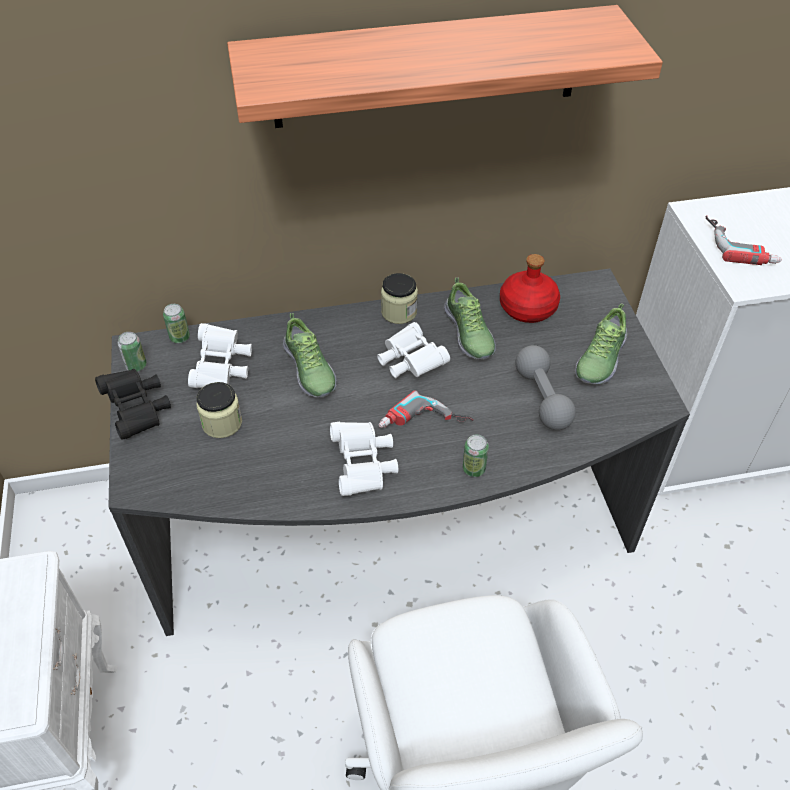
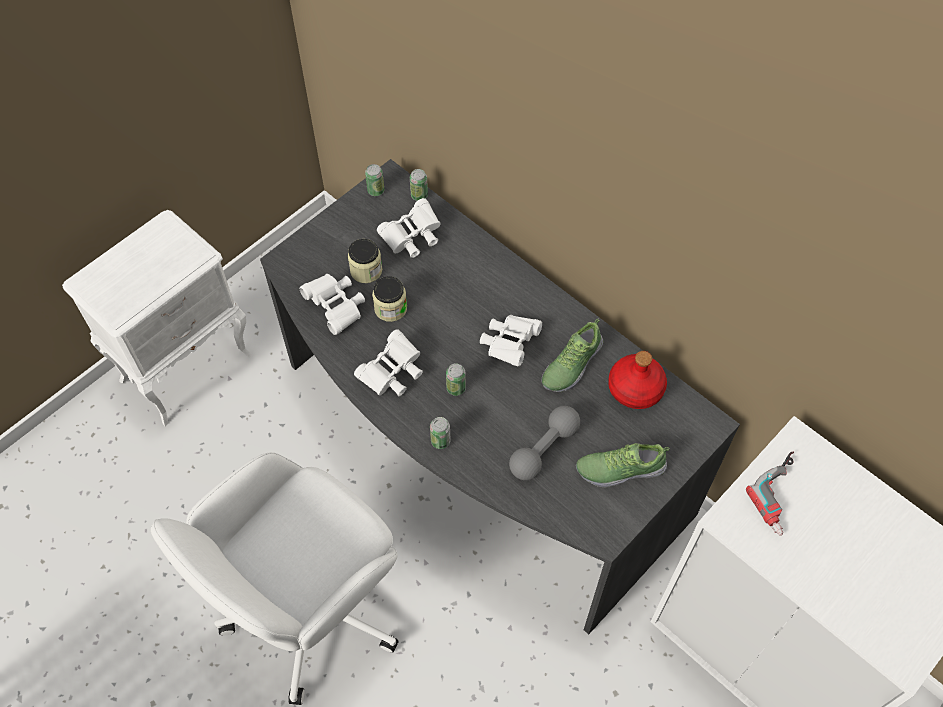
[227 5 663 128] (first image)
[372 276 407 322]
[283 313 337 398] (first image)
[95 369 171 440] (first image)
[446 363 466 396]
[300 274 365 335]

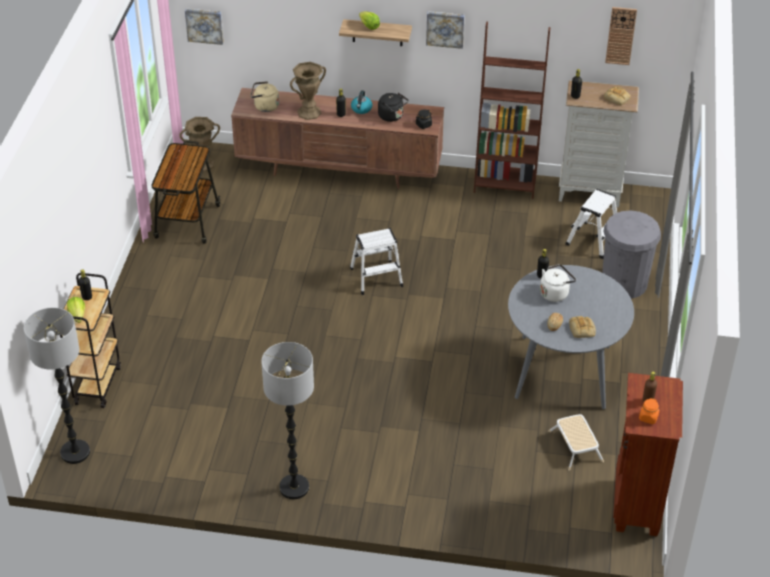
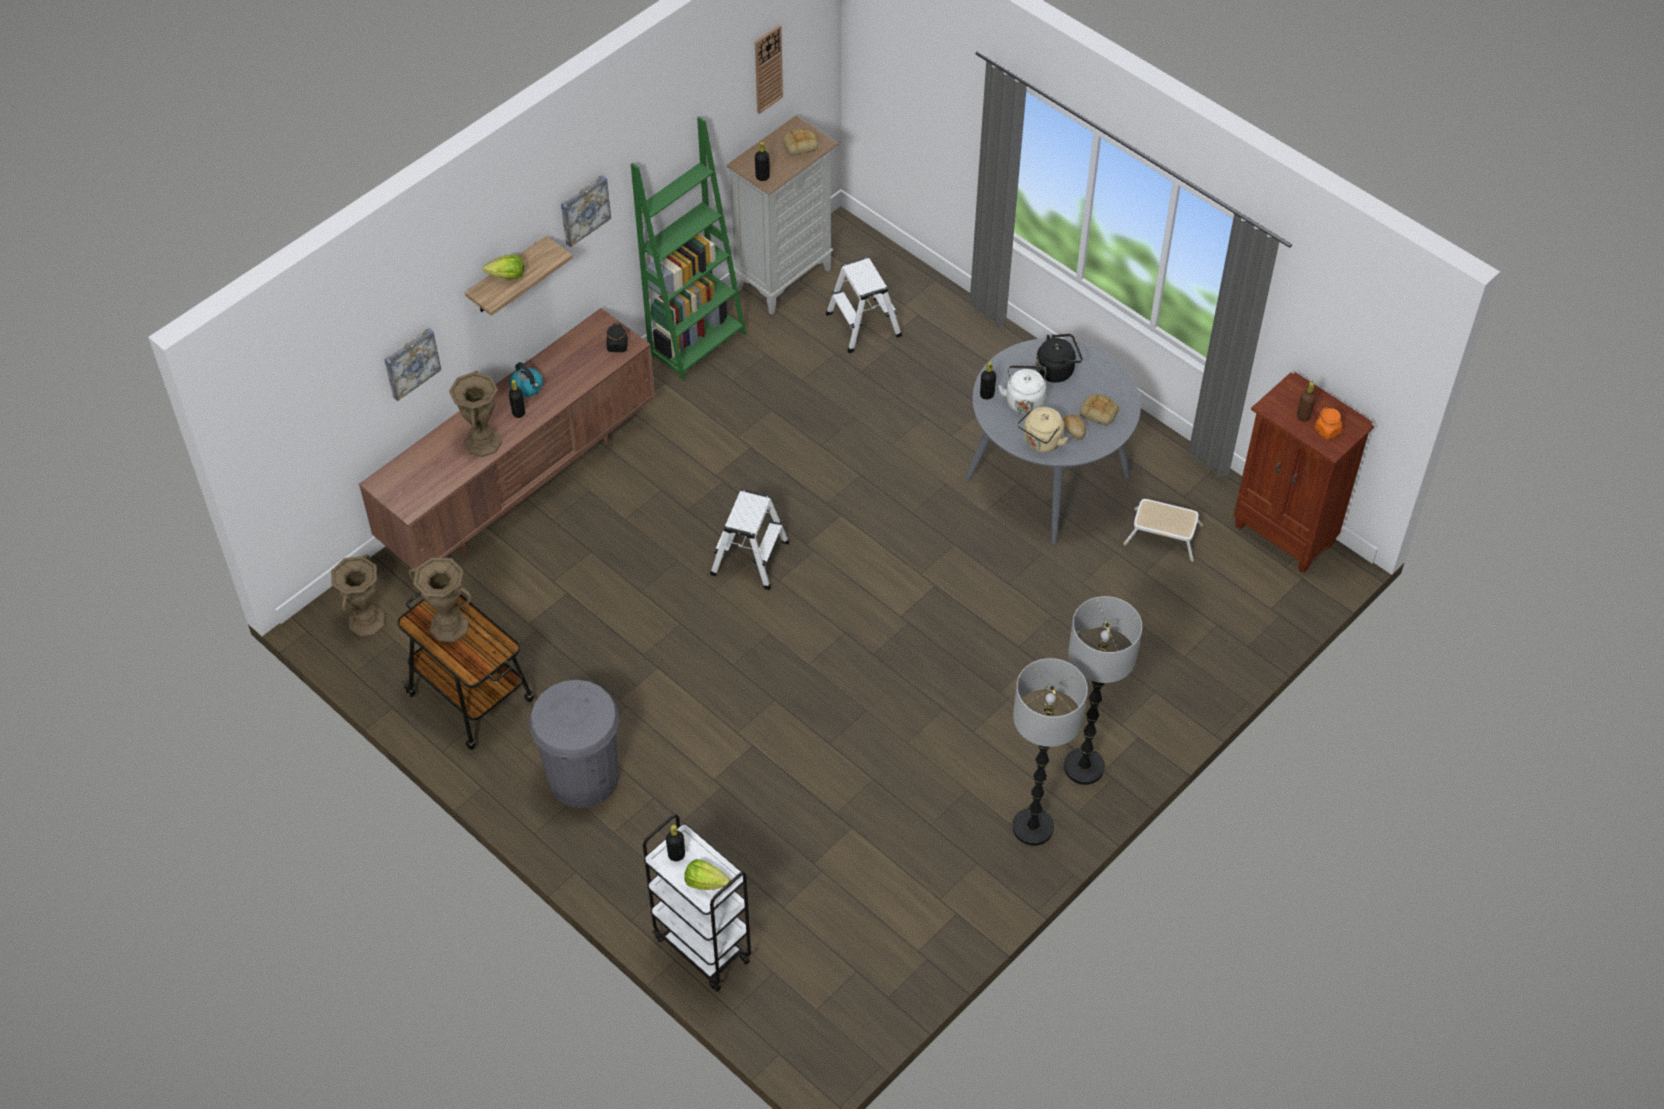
[384 328 441 401]
[631 117 746 381]
[1017 407 1068 453]
[1036 334 1082 383]
[529 680 619 808]
[643 814 751 992]
[1064 596 1142 785]
[409 557 472 642]

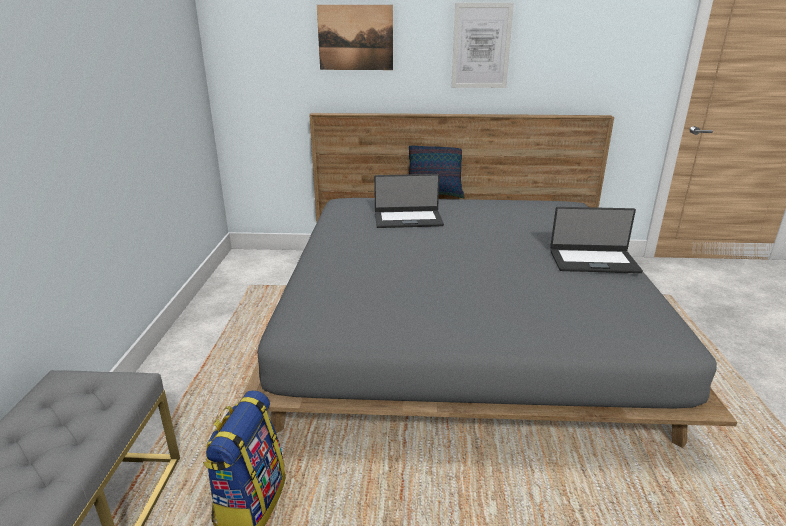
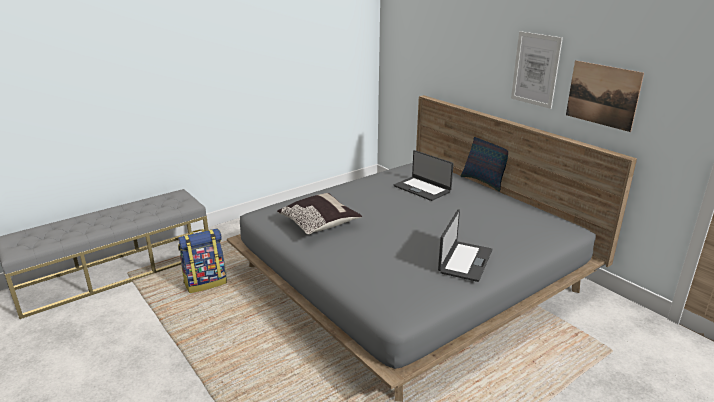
[566 60 644 132]
[438 210 493 282]
[277 193 362 235]

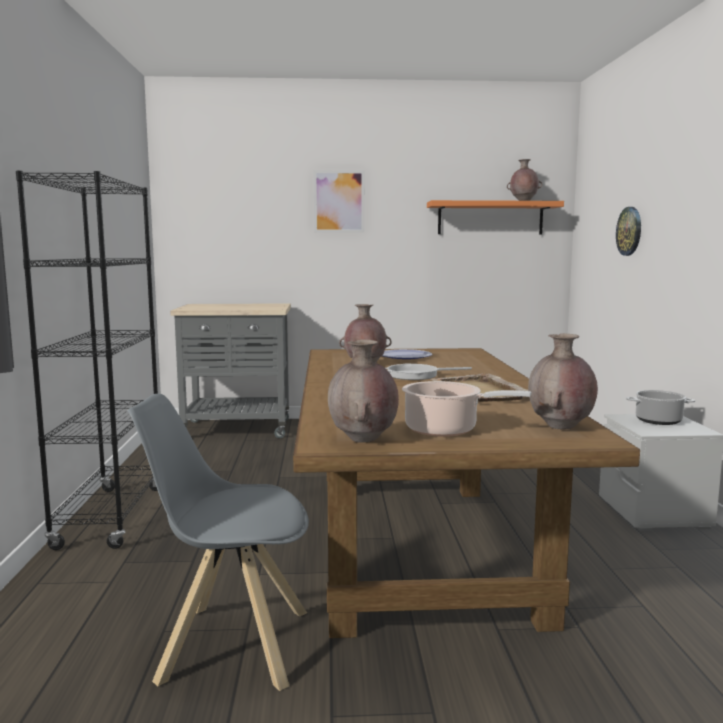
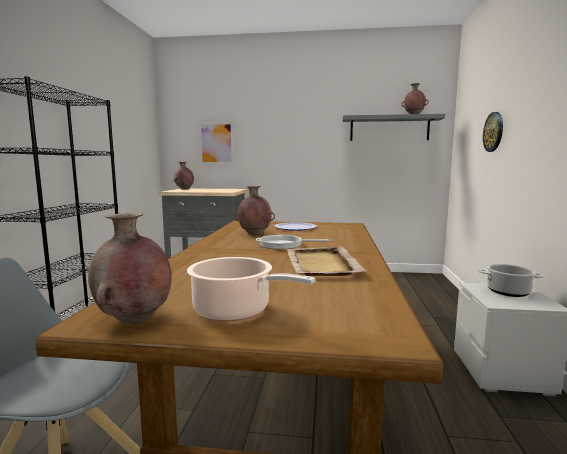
[199 122 234 164]
[342 114 445 141]
[174 162 194 190]

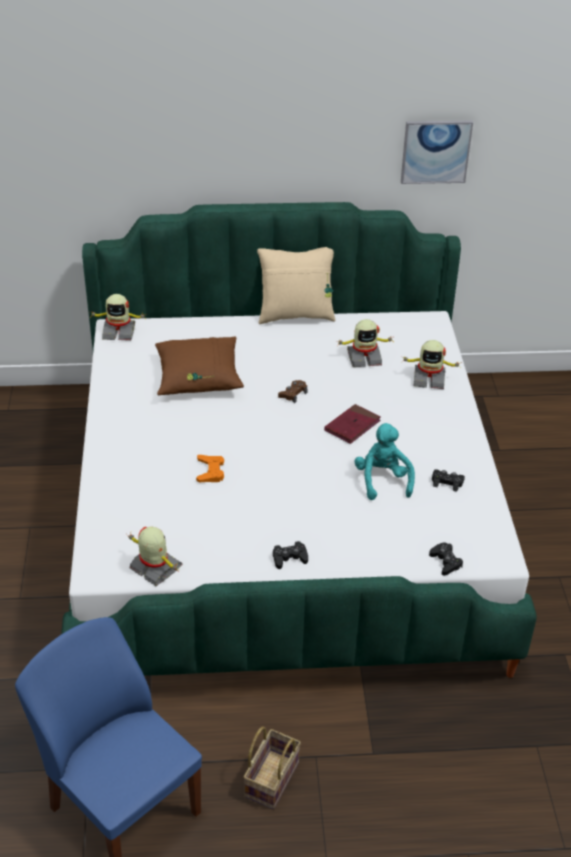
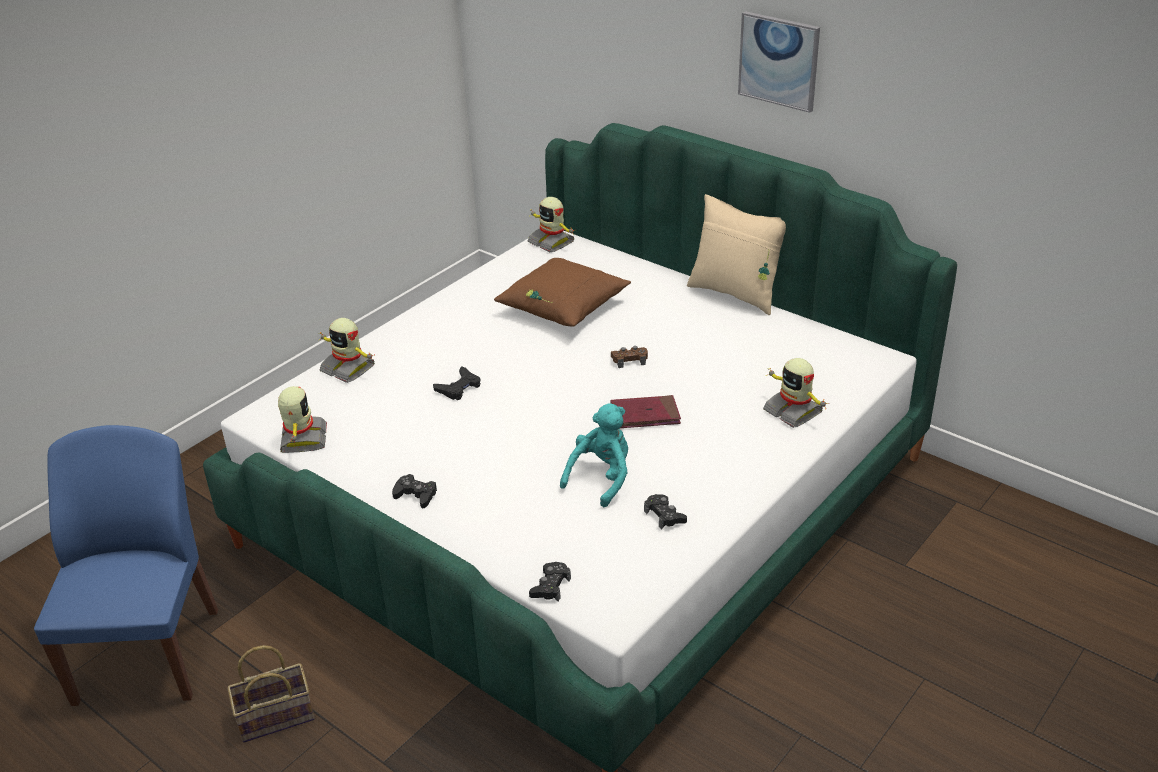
[738 11 820 113]
[318 318 375 383]
[433 366 481 400]

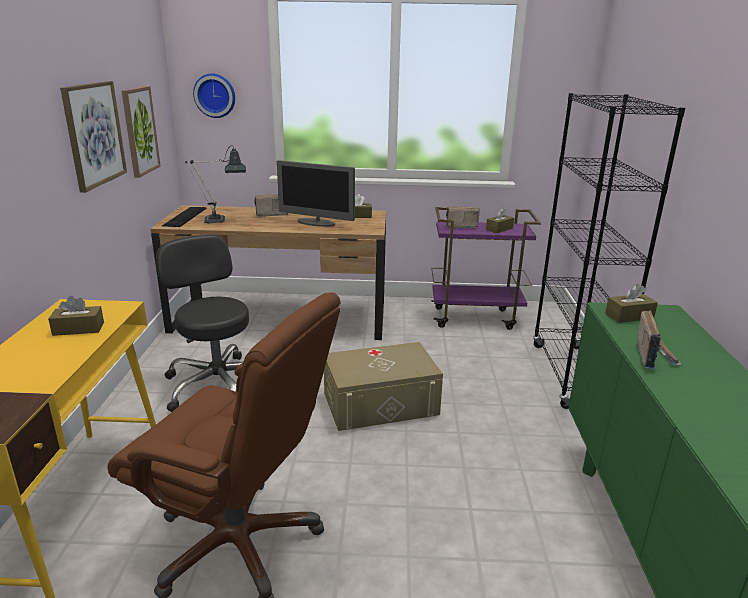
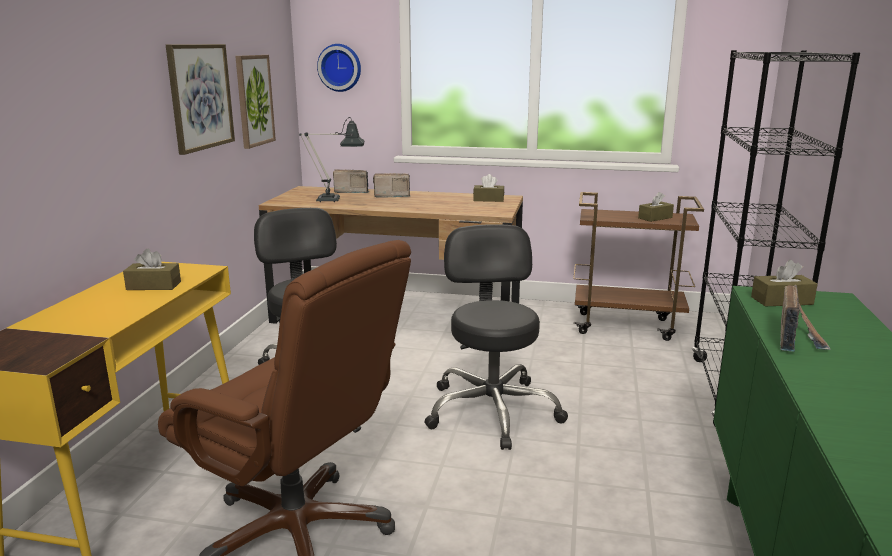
[277 160 355 227] (first image)
[162 207 206 227] (first image)
[573 192 704 341]
[333 169 369 193]
[425 224 568 450]

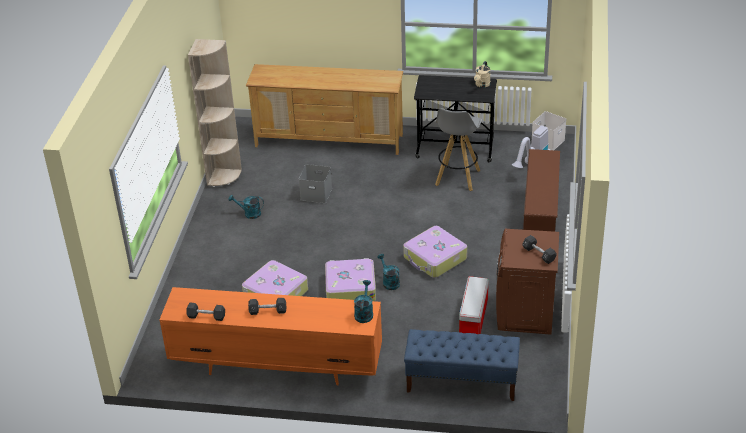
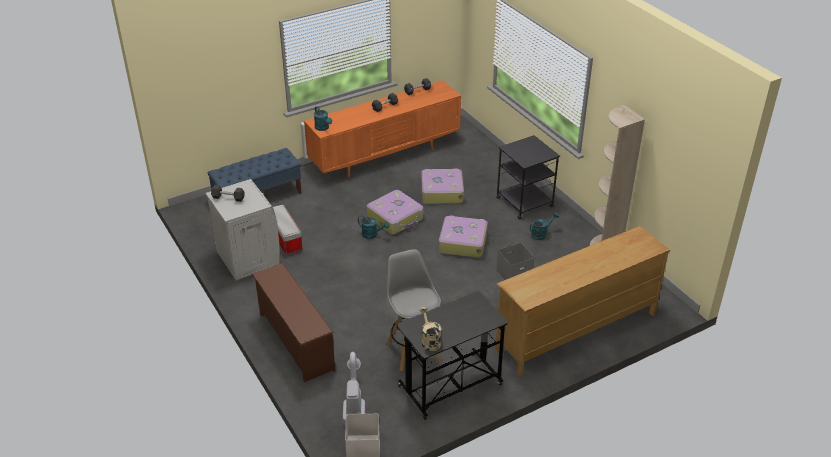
[439 215 488 258]
[206 179 280 280]
[496 135 560 219]

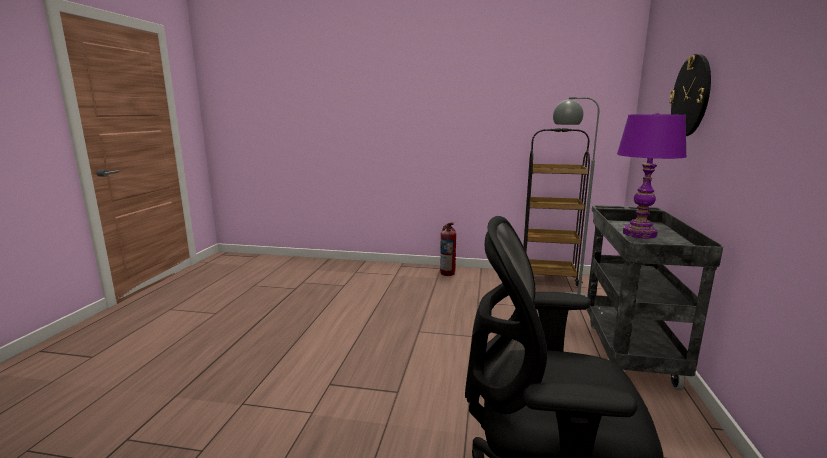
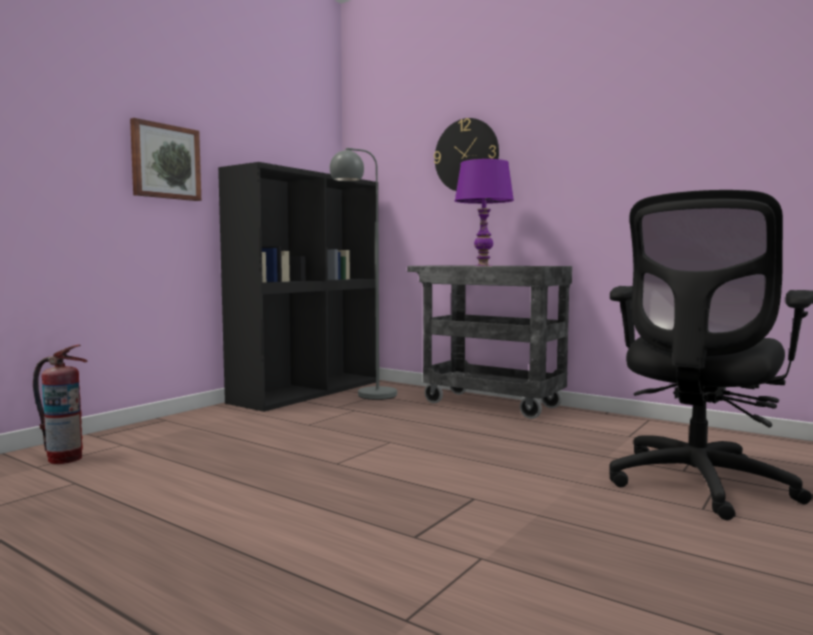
[218 162 376 412]
[33 345 88 464]
[130 118 201 201]

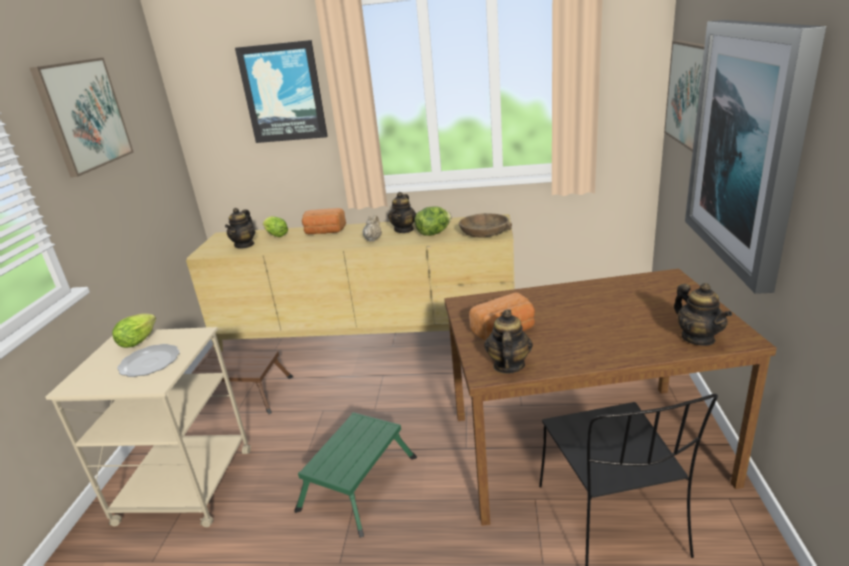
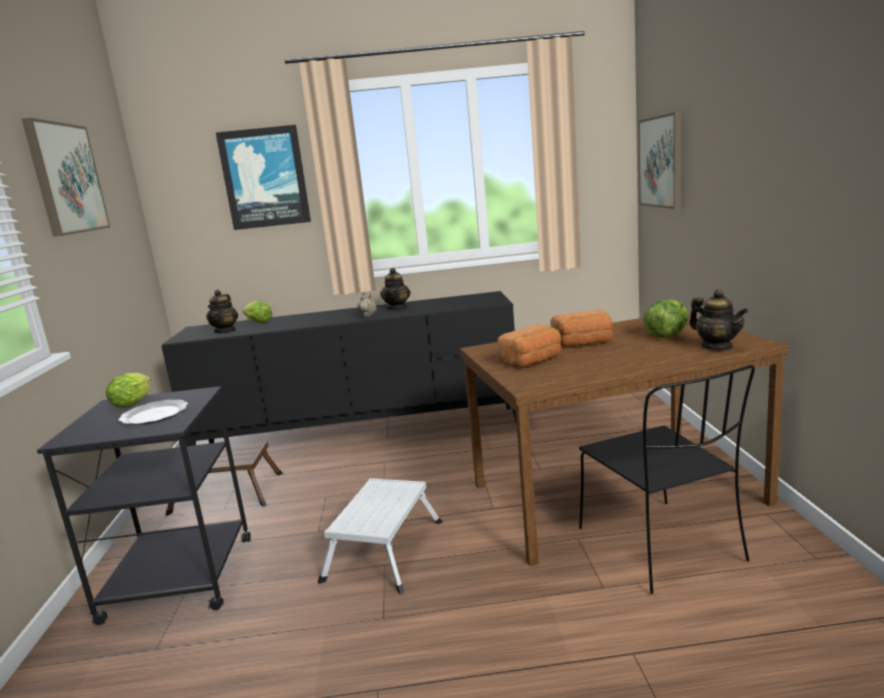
[685 20 826 294] (first image)
[643 299 688 338]
[550 310 613 347]
[459 213 512 238] (first image)
[161 291 517 446]
[484 310 533 374] (first image)
[37 386 251 625]
[318 478 443 594]

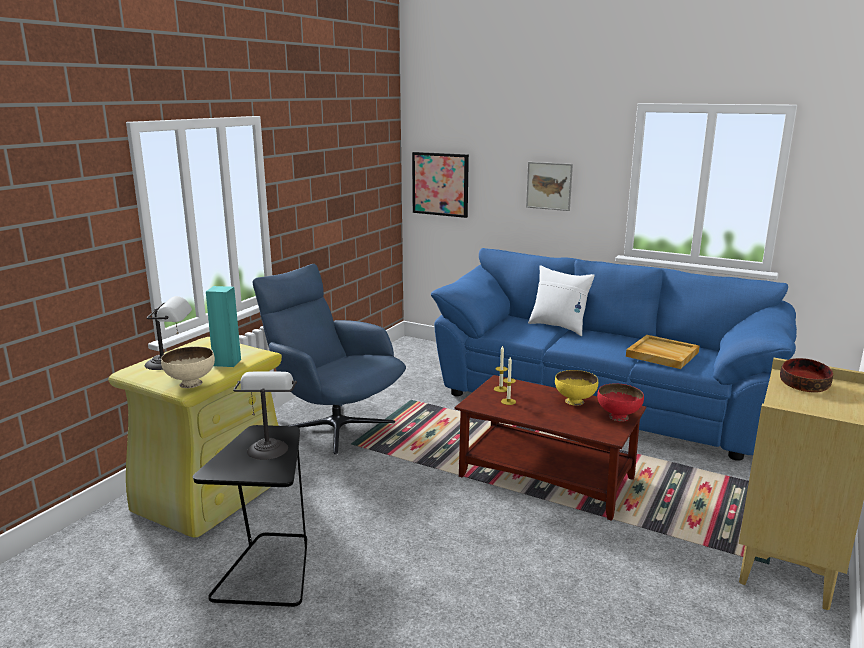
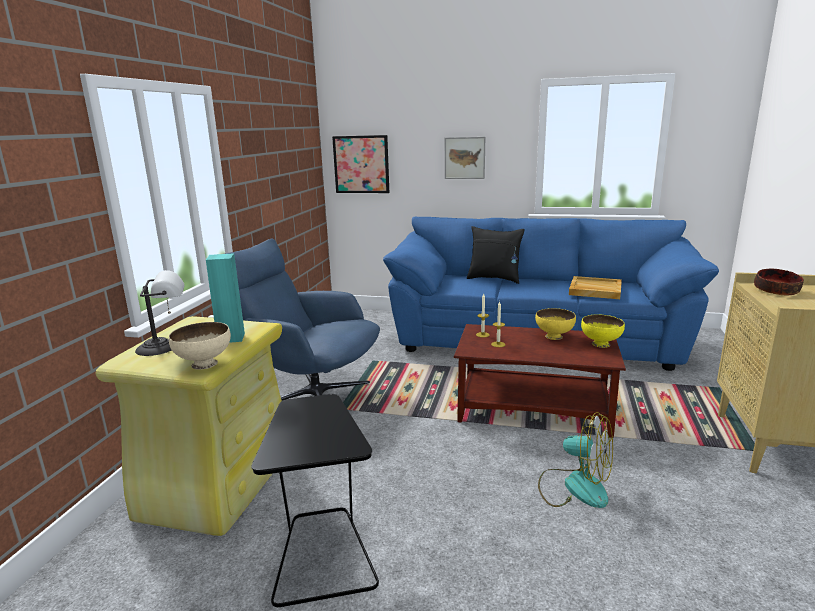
[467 226 525 284]
[233 372 297 460] (first image)
[581 314 625 348]
[538 412 613 508]

